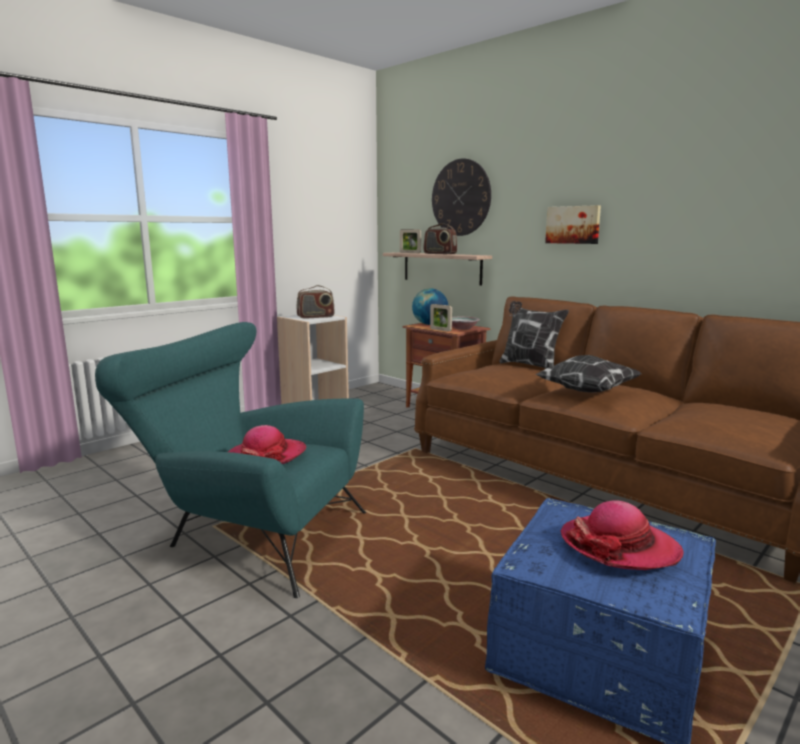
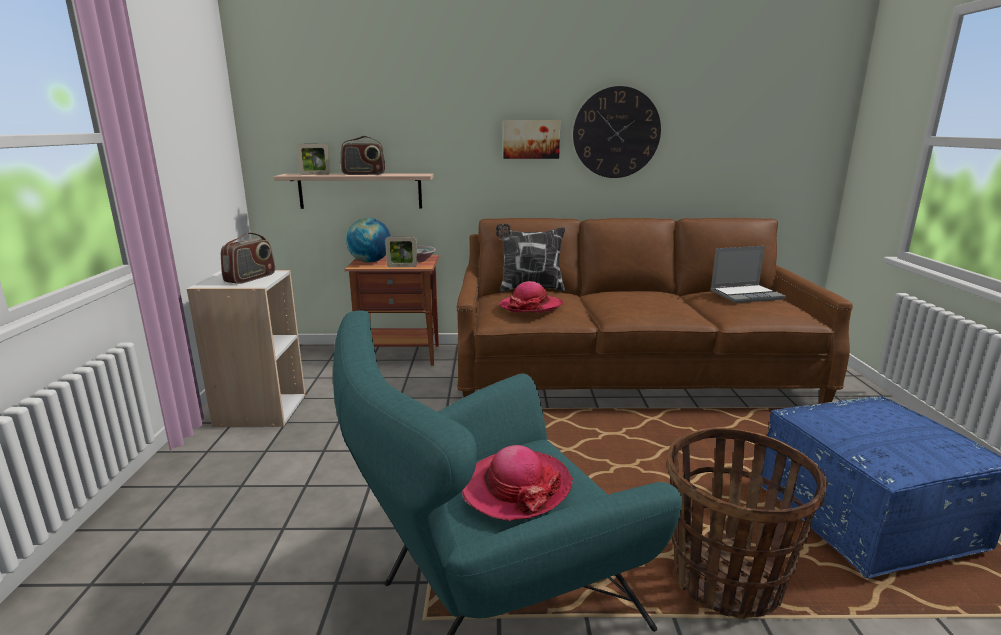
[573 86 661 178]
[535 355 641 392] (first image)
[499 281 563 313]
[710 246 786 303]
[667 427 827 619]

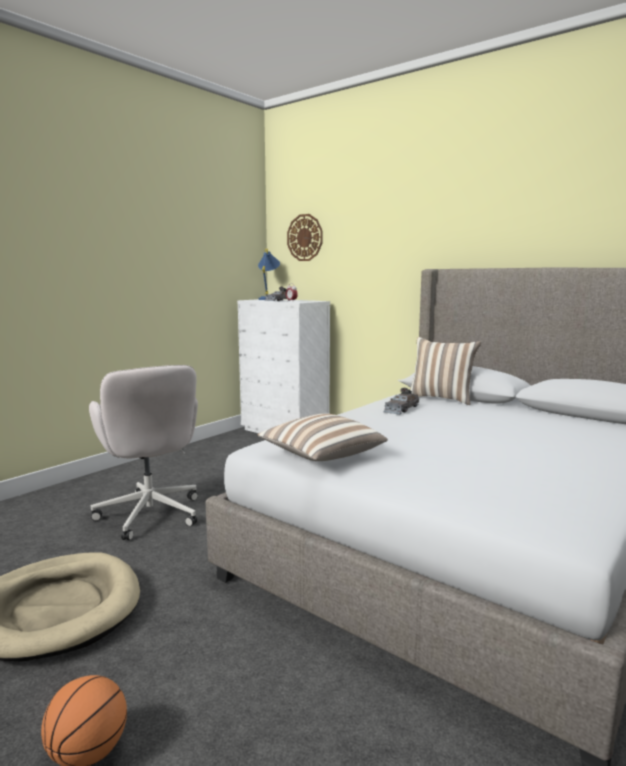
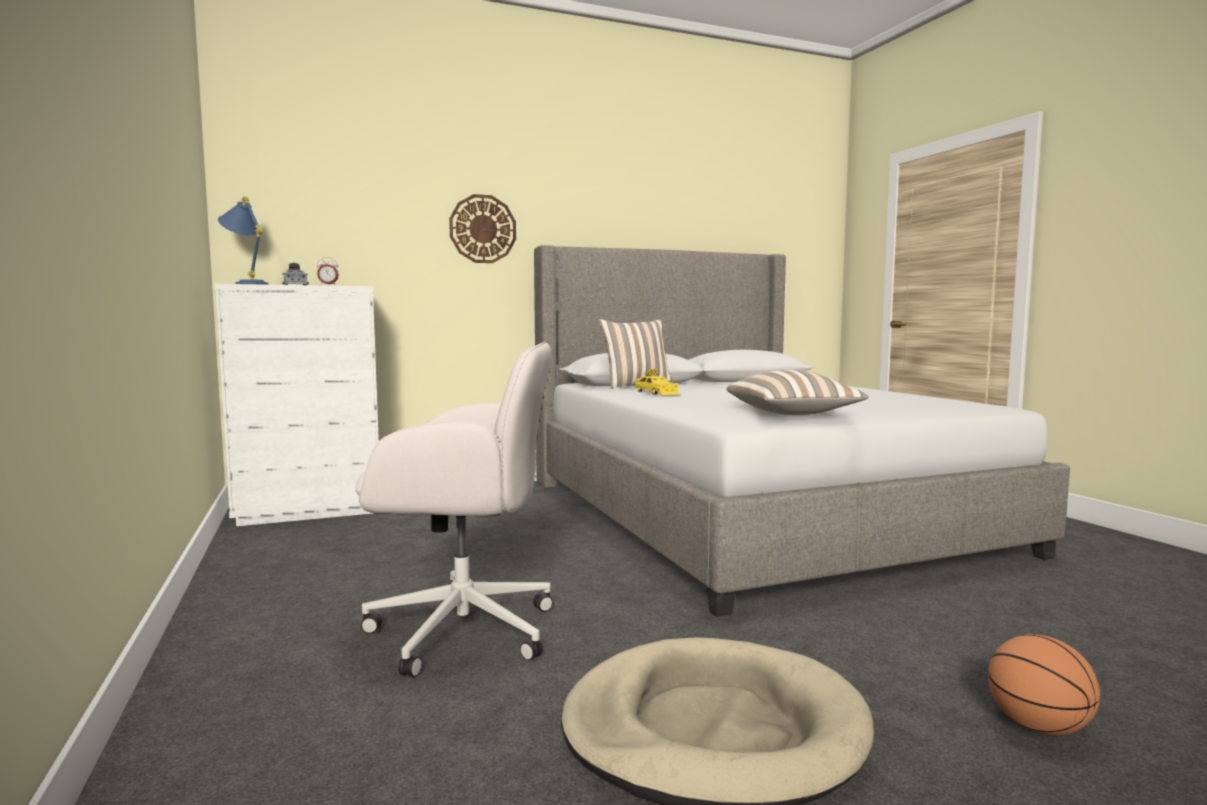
[449 194 516 263]
[635 369 680 395]

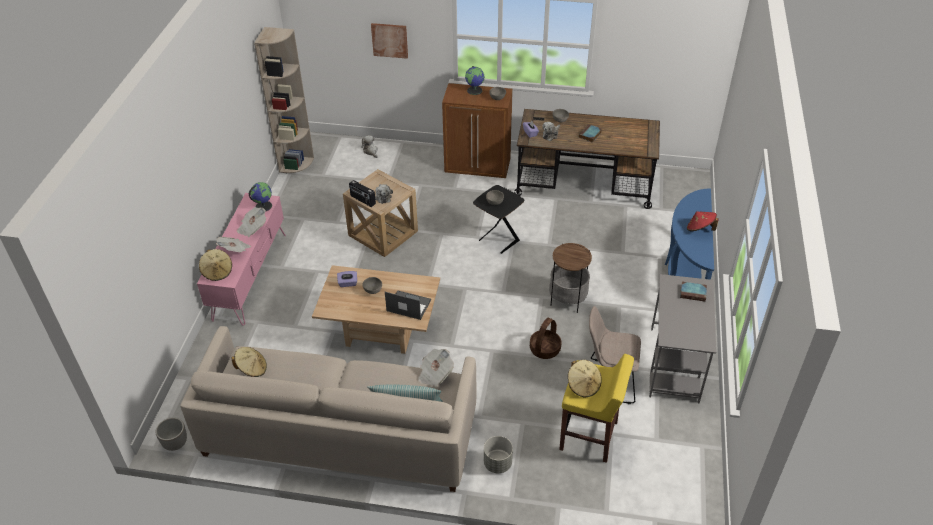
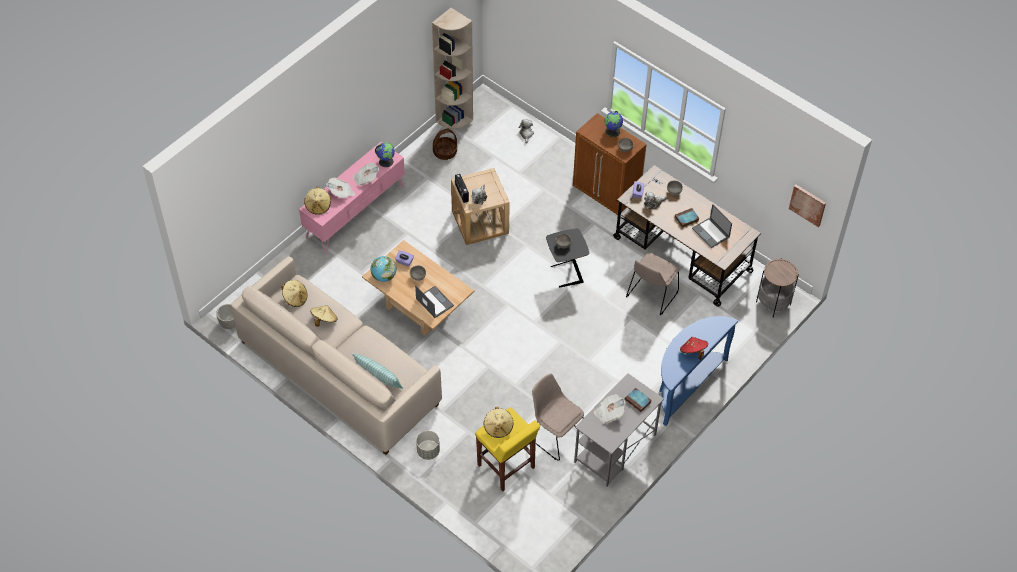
[789 185 826 227]
[756 258 799 318]
[433 129 457 160]
[594 394 626 424]
[692 204 732 248]
[626 253 679 315]
[371 256 397 282]
[310 305 337 327]

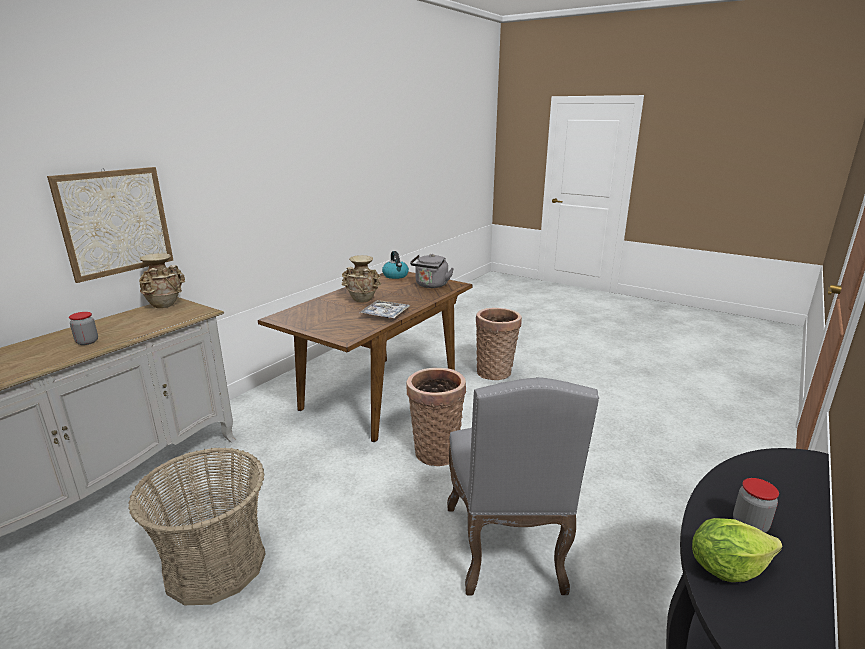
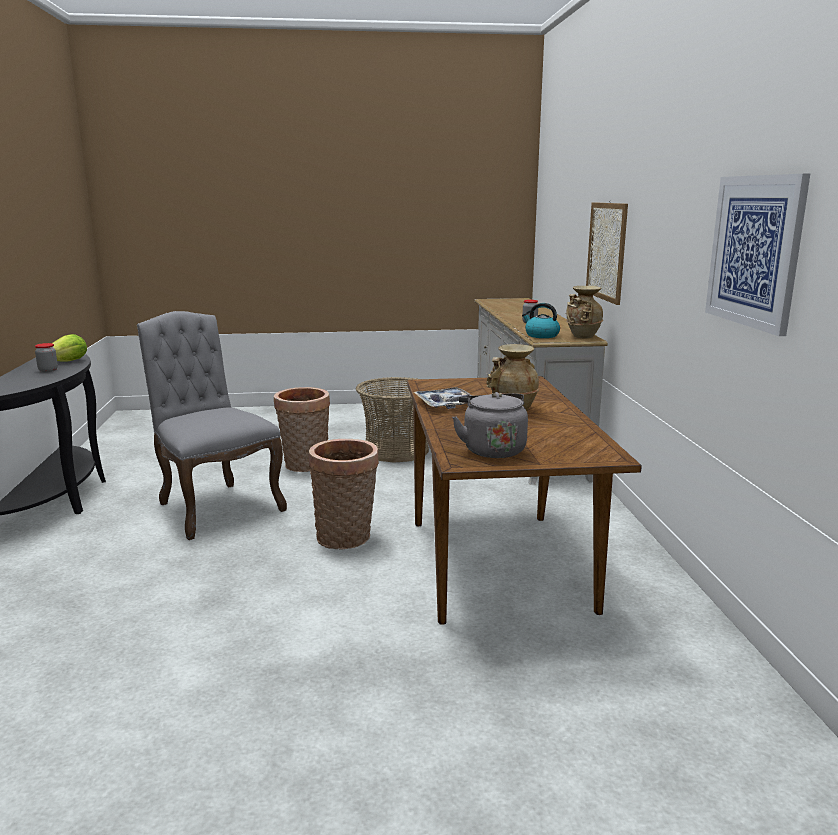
[522 303 560 338]
[274 387 330 472]
[705 174 810 336]

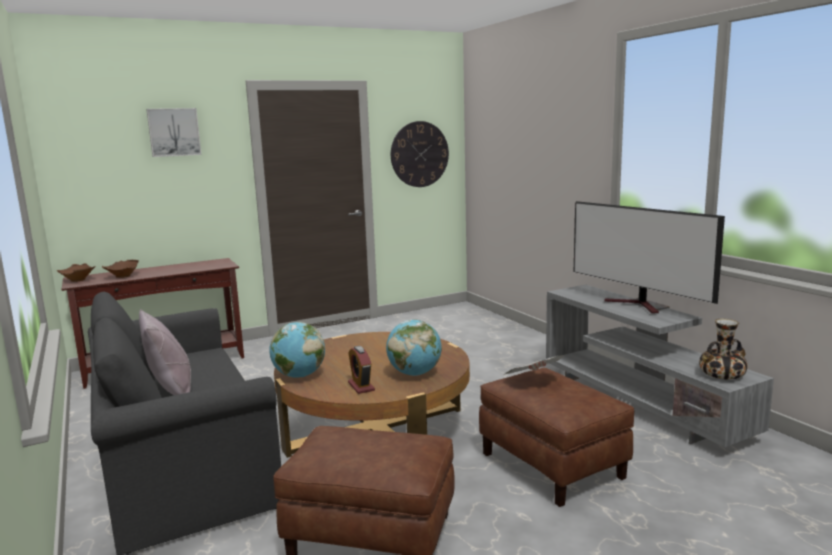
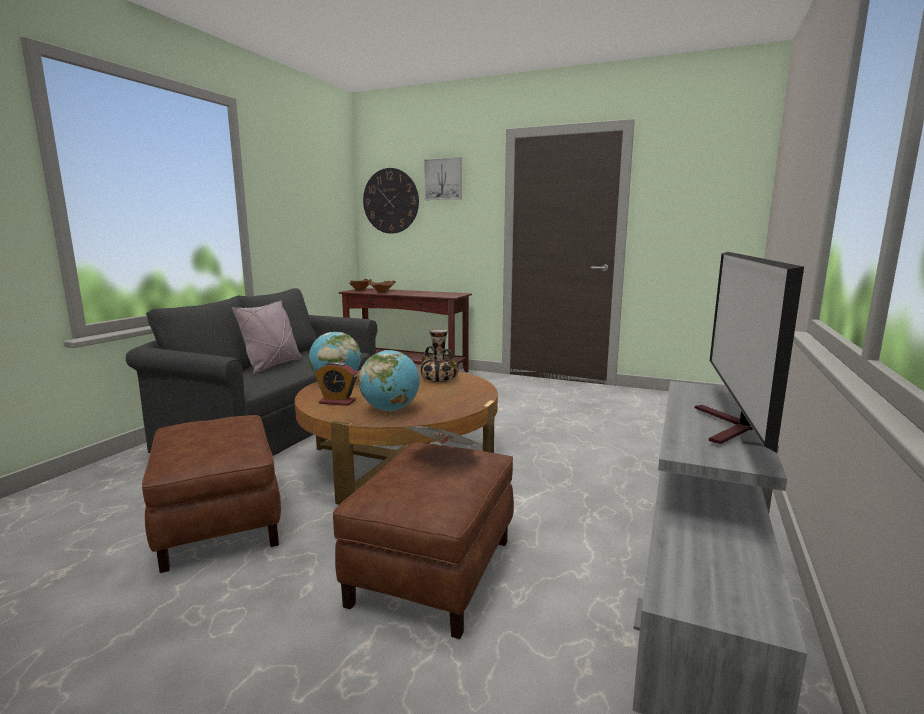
[363 168 419 234]
[420 329 459 382]
[314 361 357 406]

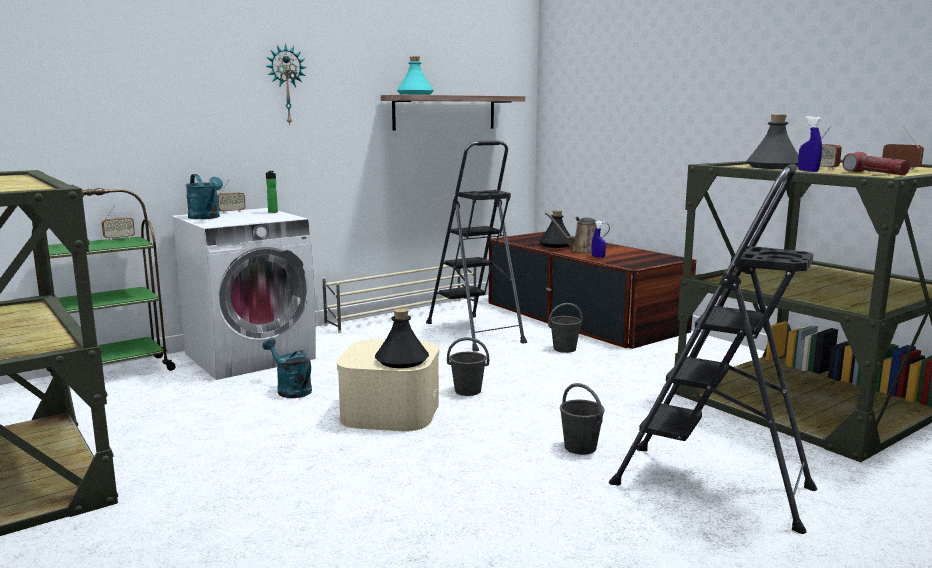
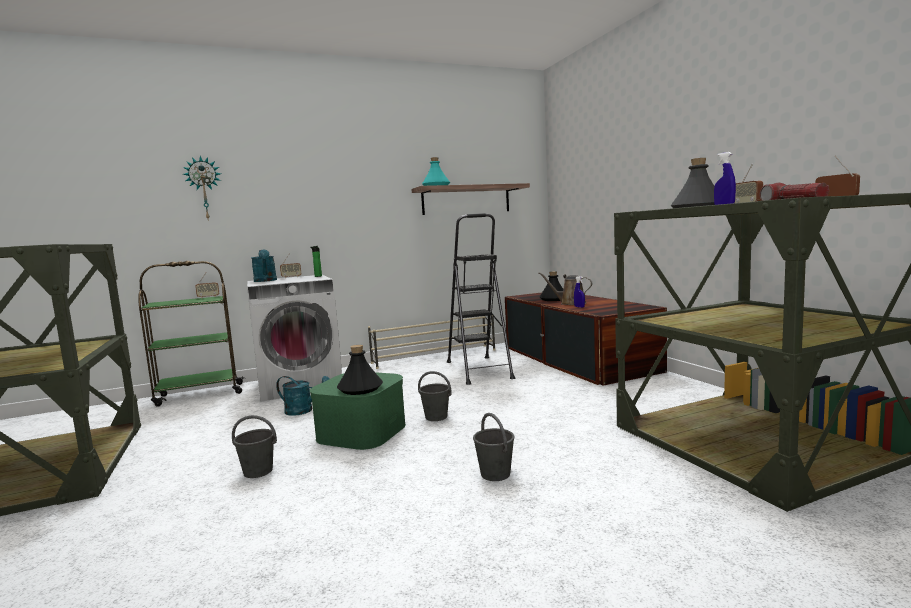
[183 156 221 219]
[609 164 817 534] (first image)
[232 415 277 478]
[276 376 329 416]
[310 372 406 450]

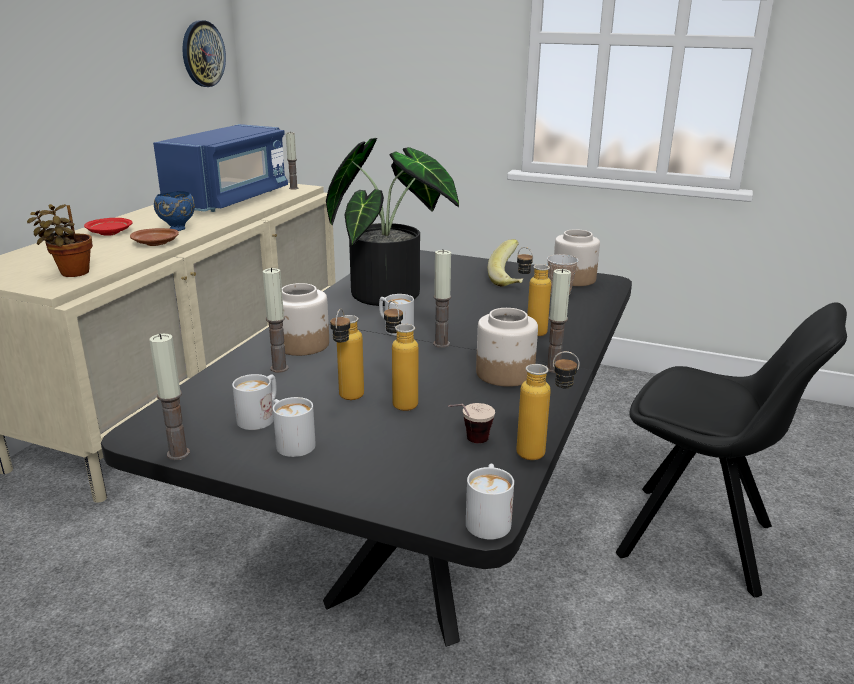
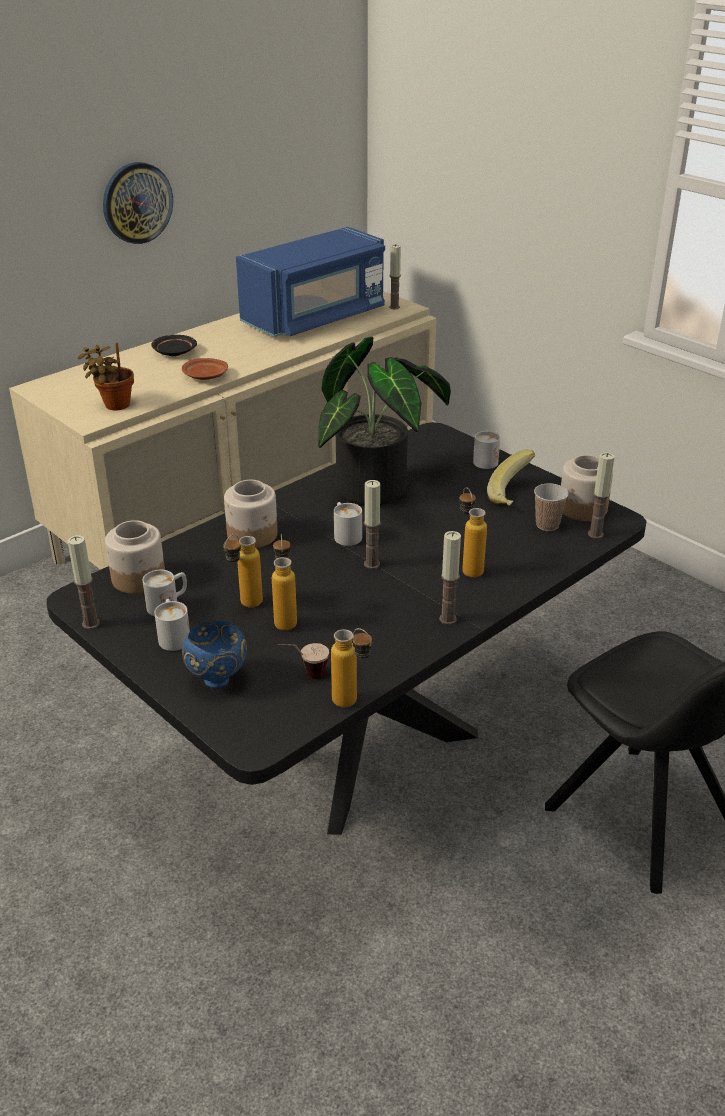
[103 162 173 244]
[182 621 247 689]
[151 335 197 356]
[588 452 615 539]
[105 520 165 594]
[473 431 500 469]

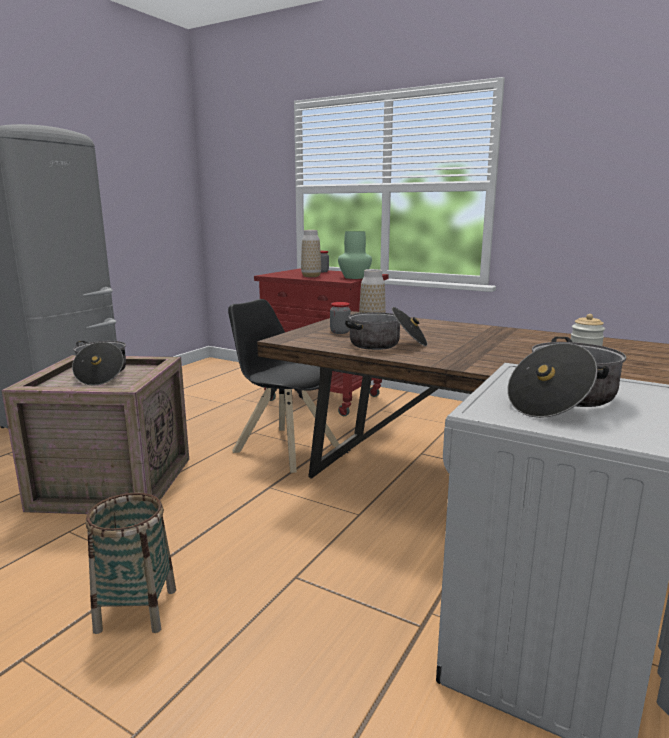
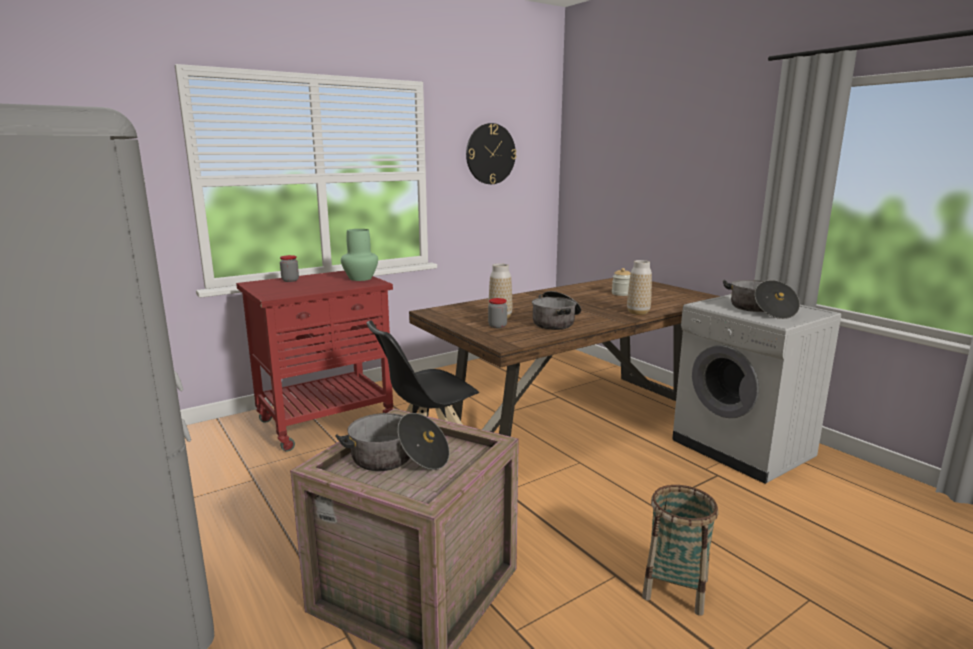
[627 260 652 315]
[466 123 516 184]

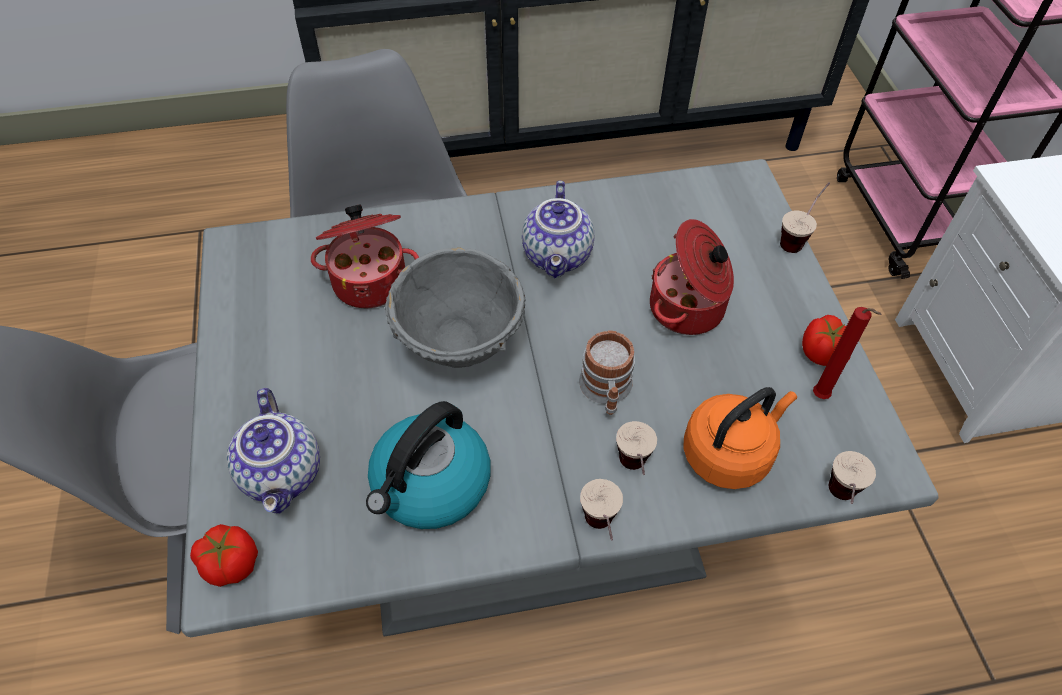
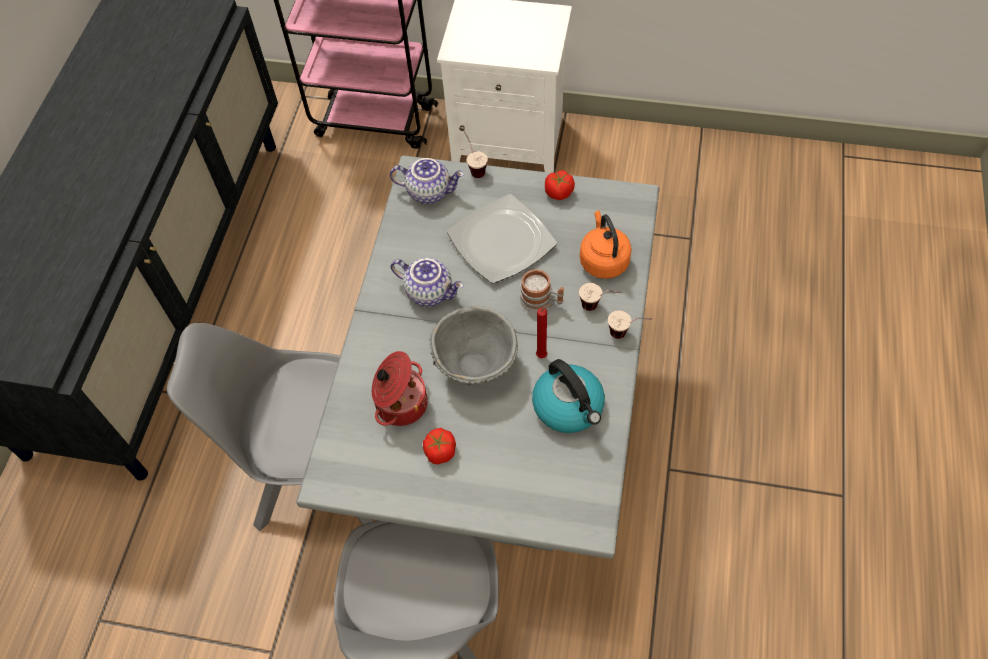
[447 194 557 284]
[536 304 553 358]
[390 158 464 204]
[829 451 876 504] (first image)
[423 428 456 465]

